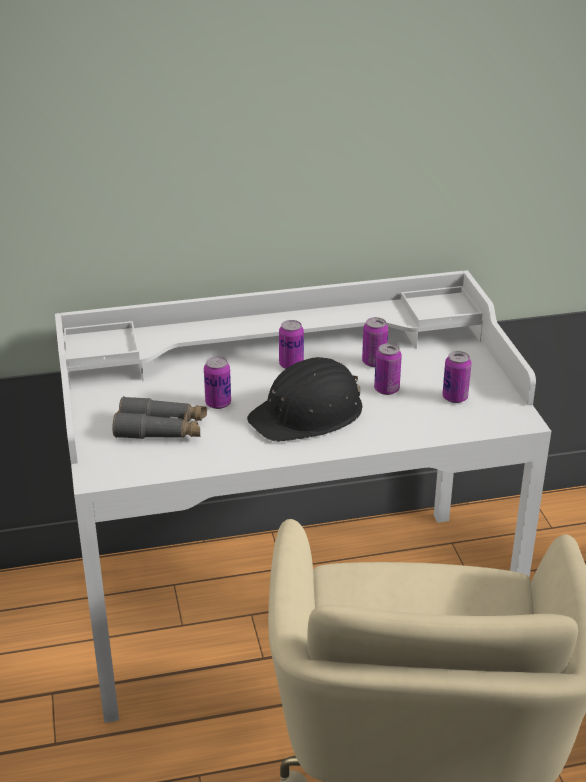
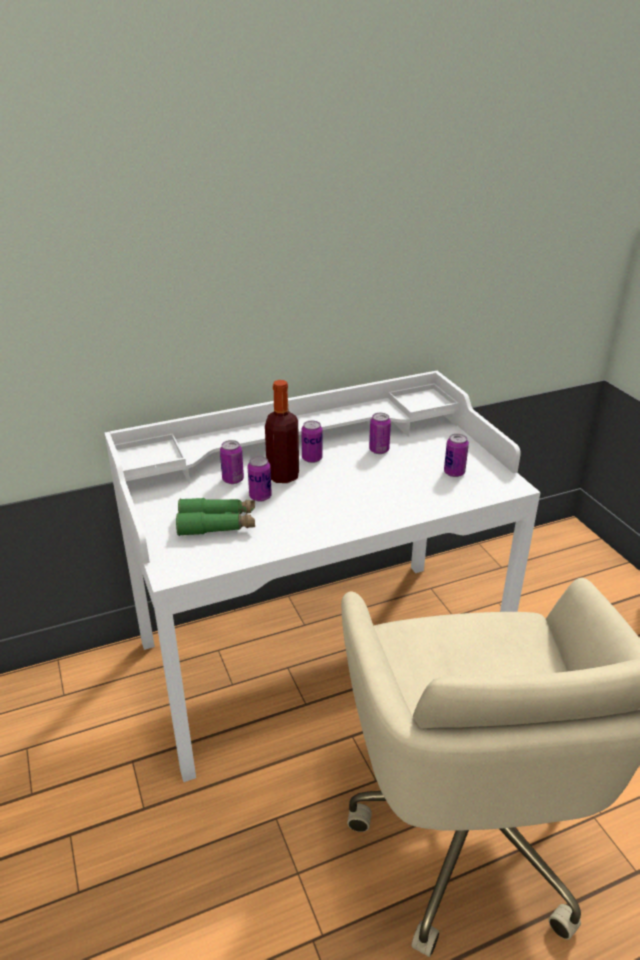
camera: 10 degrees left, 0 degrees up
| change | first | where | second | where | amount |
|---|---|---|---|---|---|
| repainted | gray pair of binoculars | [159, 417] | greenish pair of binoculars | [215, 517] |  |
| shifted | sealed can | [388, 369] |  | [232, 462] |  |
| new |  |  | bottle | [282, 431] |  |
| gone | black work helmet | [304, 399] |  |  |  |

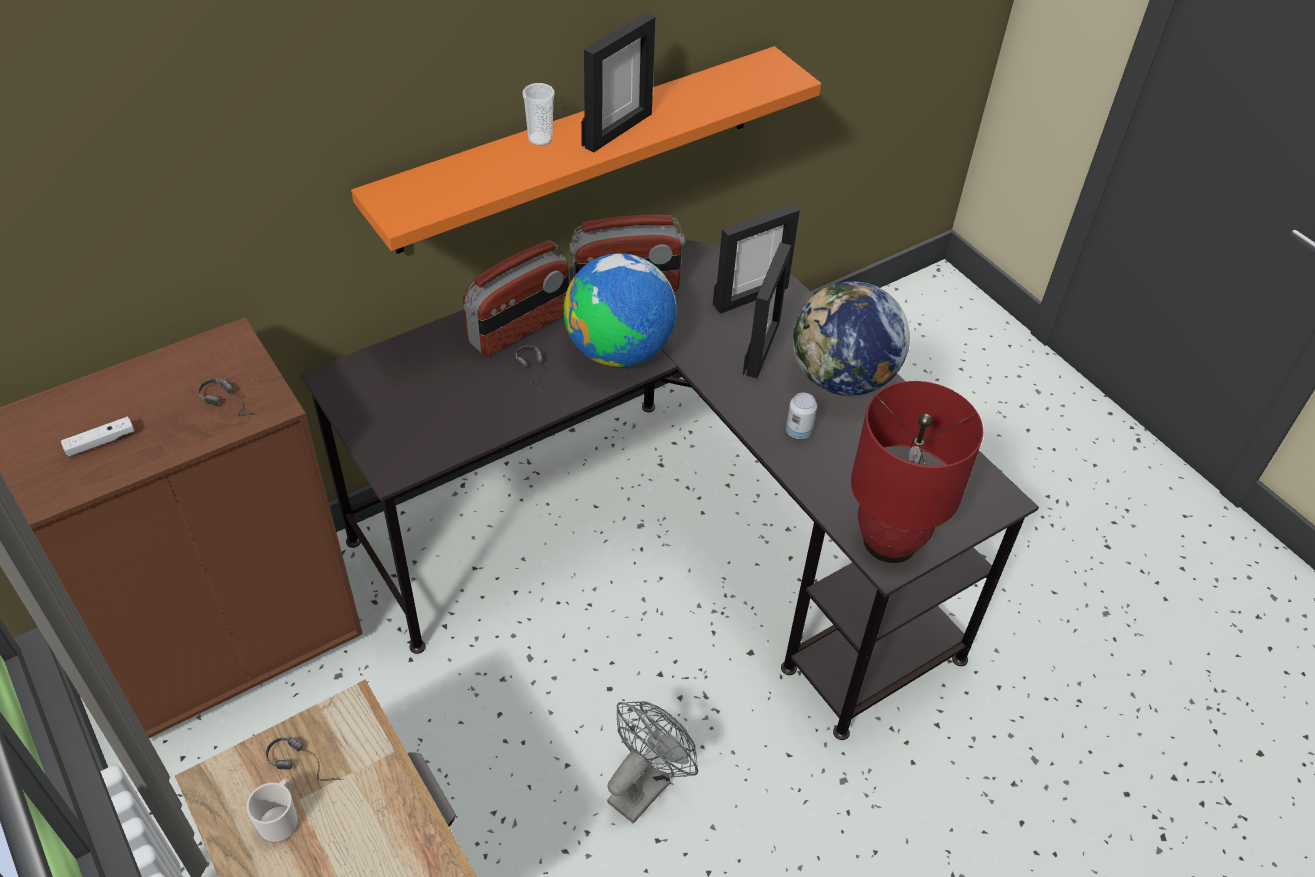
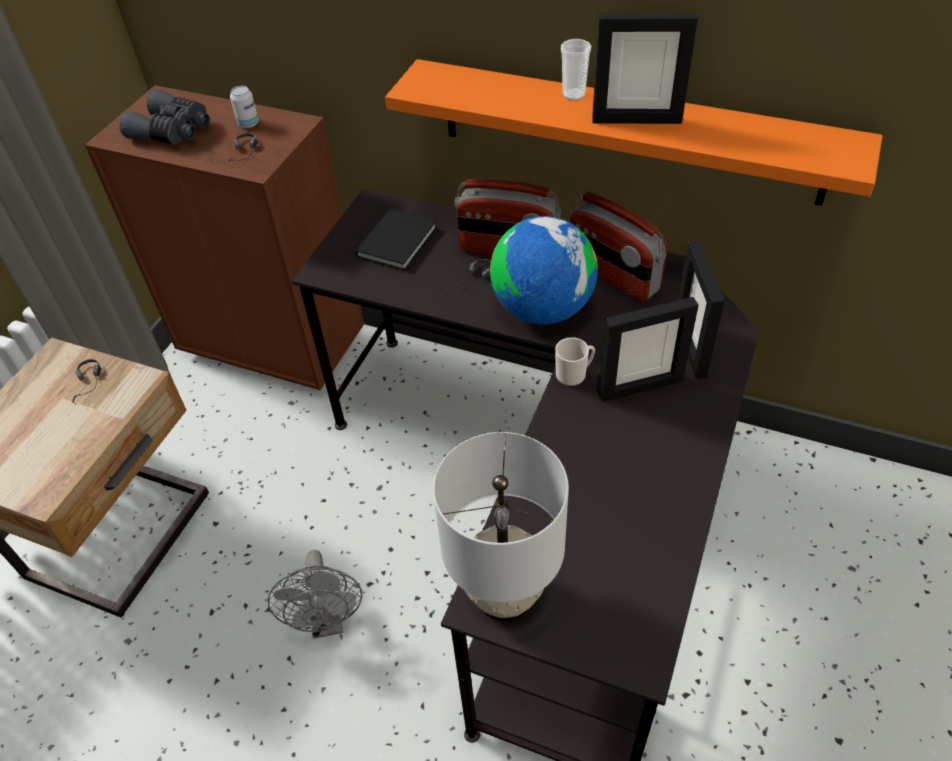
camera: 60 degrees right, 0 degrees up
| change | first | where | second | where | amount |
|---|---|---|---|---|---|
| swapped | whitish game controller | [97, 436] | gray pair of binoculars | [165, 117] |  |
| shifted | sealed can | [801, 416] |  | [244, 107] |  |
| rotated | gray electric fan | [652, 762] |  | [315, 594] | 75 degrees clockwise |
| new |  |  | black bound book | [396, 240] |  |
| repainted | reddish table lamp | [917, 472] | whitish table lamp | [501, 526] |  |
| shifted | tea mug | [272, 810] |  | [575, 361] |  |
| rotated | photo frame | [756, 259] |  | [701, 310] | 60 degrees clockwise |
| gone | world globe | [851, 338] |  |  |  |

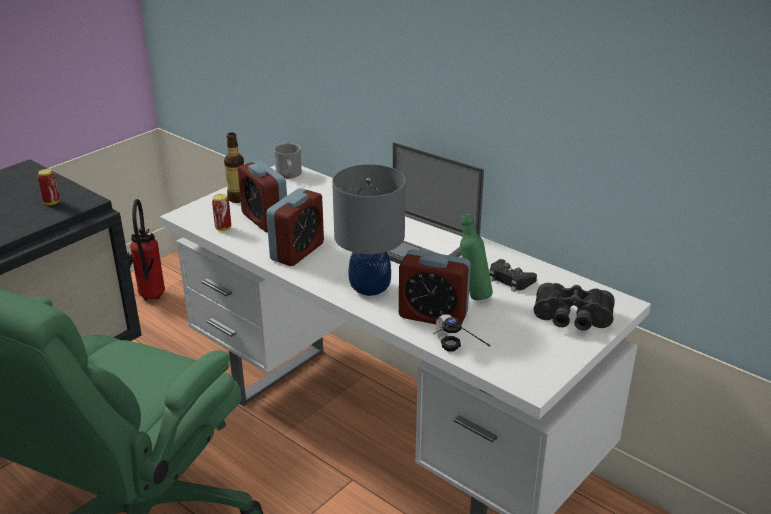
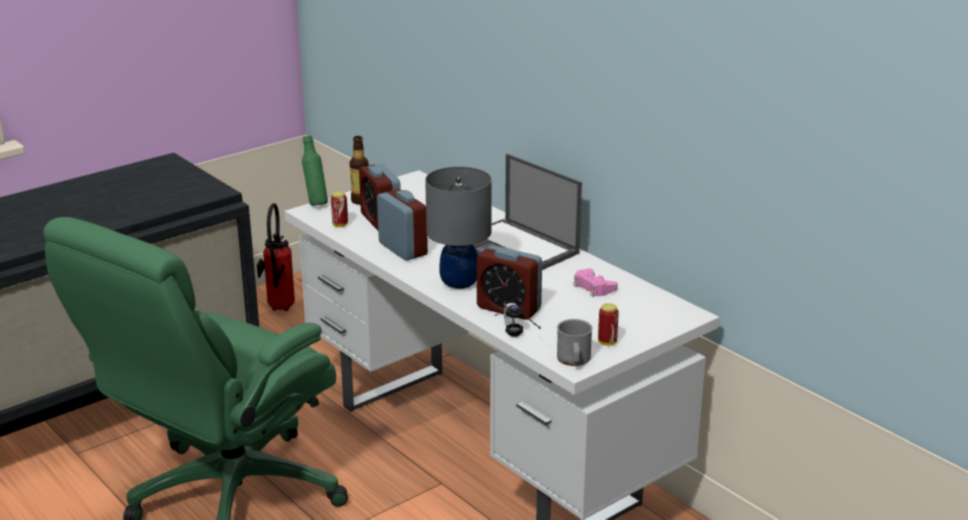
camera: 10 degrees right, 5 degrees down
| change | first | where | second | where | amount |
|---|---|---|---|---|---|
| shifted | greenish bottle | [476, 257] |  | [315, 171] |  |
| rotated | alarm clock | [295, 227] |  | [402, 224] | 75 degrees counterclockwise |
| shifted | gray tea mug | [288, 160] |  | [575, 342] |  |
| repainted | black game controller | [513, 275] | pink-coloured game controller | [595, 282] |  |
| shifted | sealed can | [48, 187] |  | [608, 324] |  |
| gone | black pair of binoculars | [574, 307] |  |  |  |

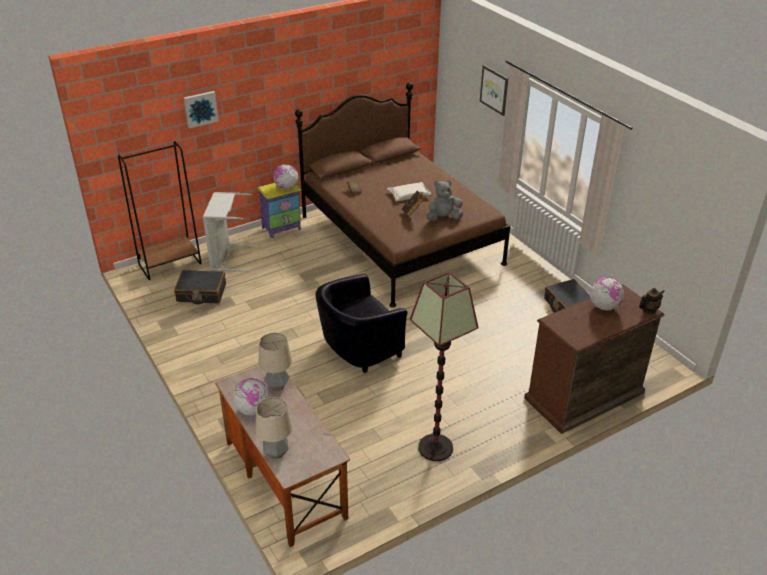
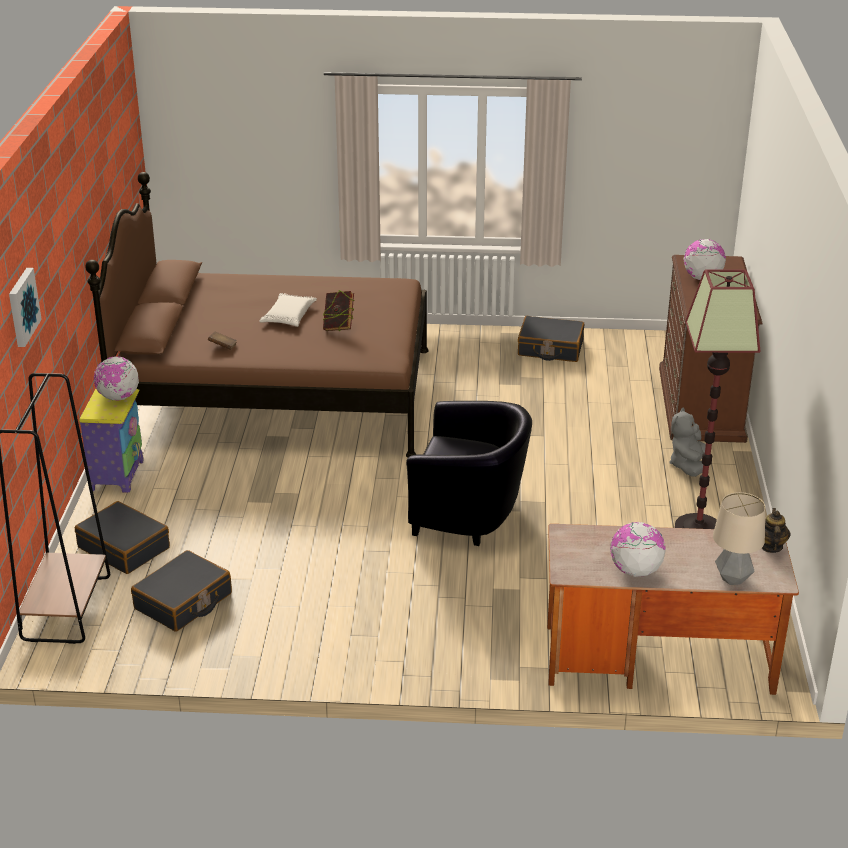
camera: 55 degrees left, 5 degrees down
| change | first | where | second | where | amount |
|---|---|---|---|---|---|
| swapped | gray washing basket | [230, 231] | black travel case | [122, 537] |  |
| rotated | black easy chair | [361, 323] |  | [469, 473] | 75 degrees counterclockwise |
| shifted | gray plush toy | [444, 200] |  | [687, 442] |  |
| shifted | tea pot | [652, 301] |  | [776, 530] |  |
| gone | table lamp | [275, 362] |  |  |  |
| gone | wall picture | [494, 90] |  |  |  |

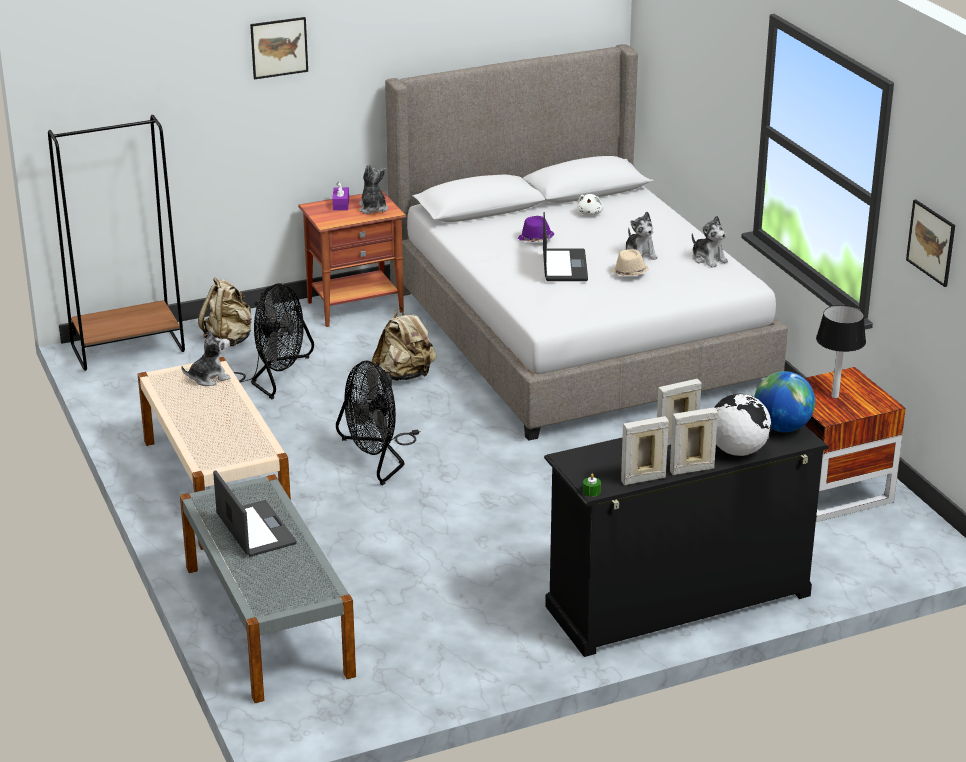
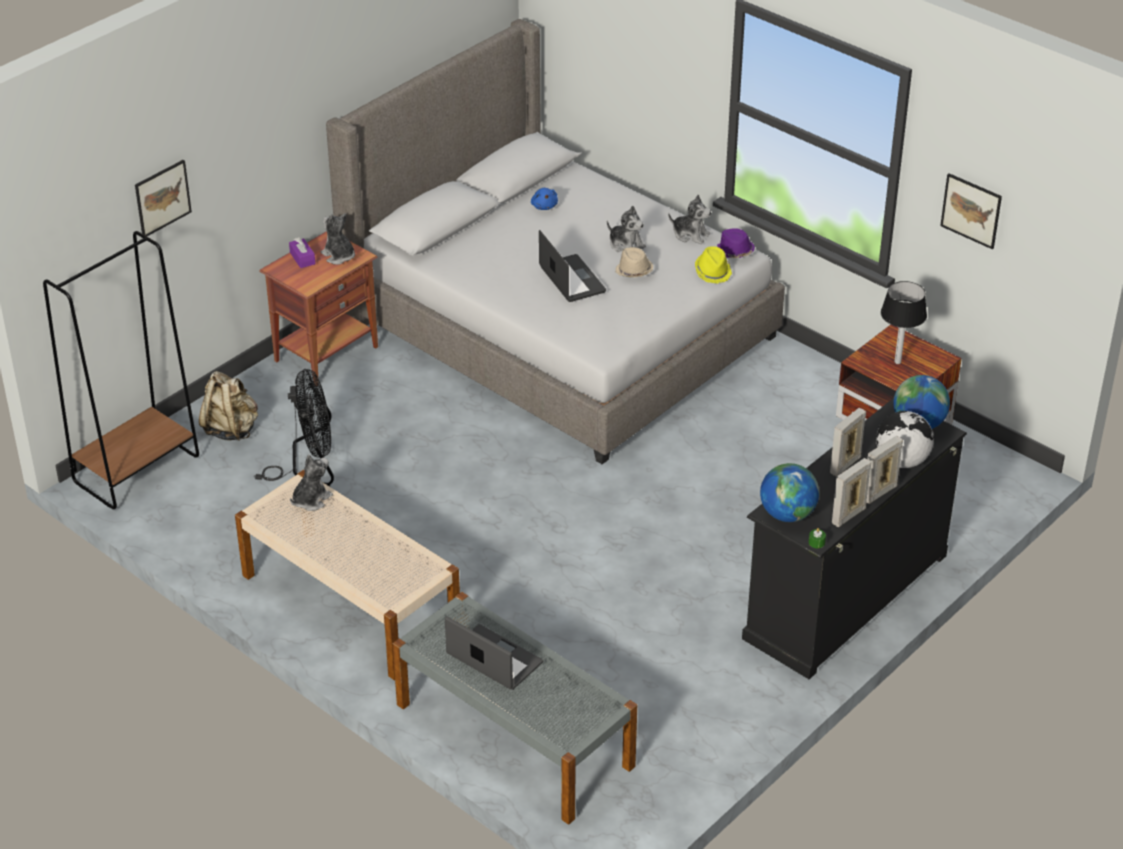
camera: 25 degrees left, 10 degrees up
| change | first | where | second | where | amount |
|---|---|---|---|---|---|
| shifted | wall picture | [279, 48] |  | [163, 198] |  |
| repainted | whitish plush toy | [590, 205] | blue plush toy | [544, 199] |  |
| new |  |  | yellow wearable hat | [713, 265] |  |
| shifted | purplish wearable hat | [536, 229] |  | [736, 243] |  |
| new |  |  | world globe | [789, 492] |  |
| gone | black electric fan | [378, 423] |  |  |  |
| gone | beige-coloured rucksack | [404, 344] |  |  |  |

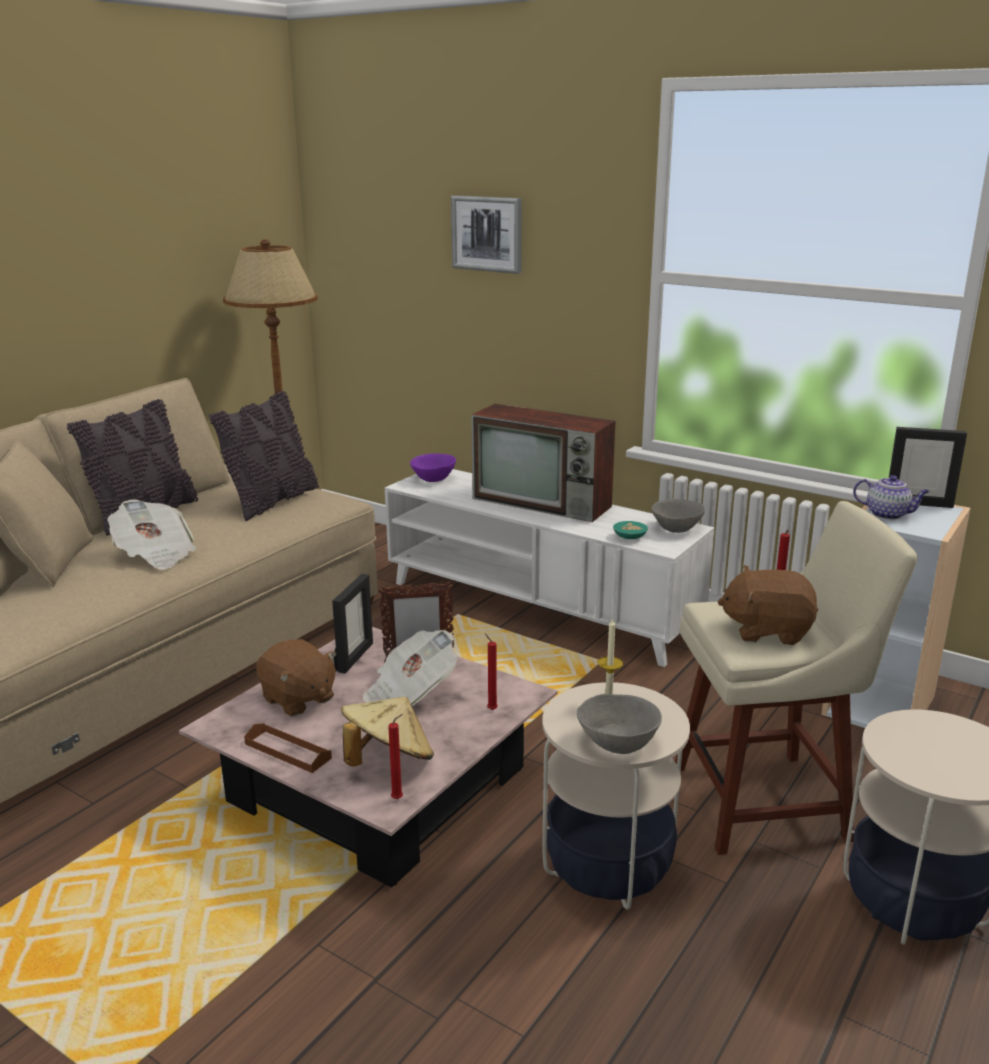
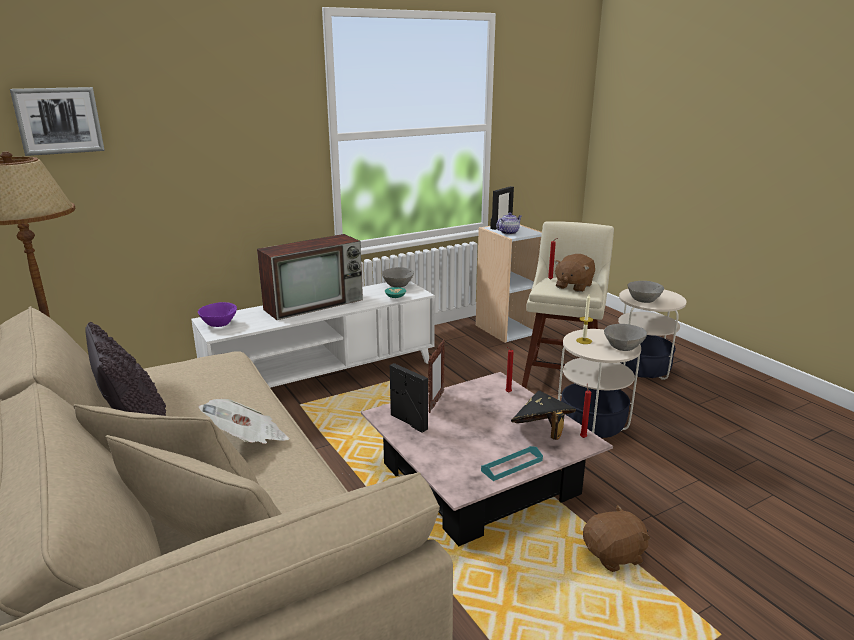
camera: 65 degrees left, 0 degrees up
| change | first | where | second | where | amount |
|---|---|---|---|---|---|
| shifted | wall picture | [486, 234] |  | [57, 121] |  |
| repainted | brown-coloured carrying tray | [288, 748] | blue-green carrying tray | [512, 463] |  |
| repainted | beige-coloured wearable hat | [387, 732] | black wearable hat | [543, 415] |  |
| shifted | brown-coloured plush toy | [296, 678] |  | [616, 538] |  |
| new |  |  | gray deep dish | [645, 292] |  |
| gone | black pillow | [264, 456] |  |  |  |
| gone | printed paper | [409, 668] |  |  |  |

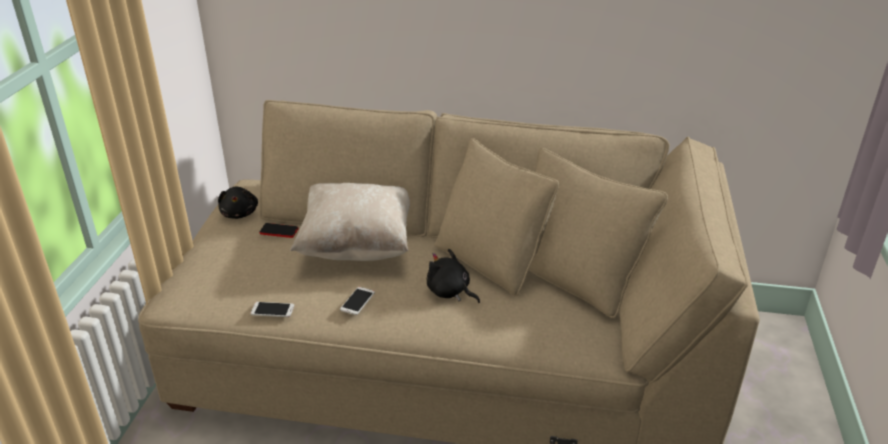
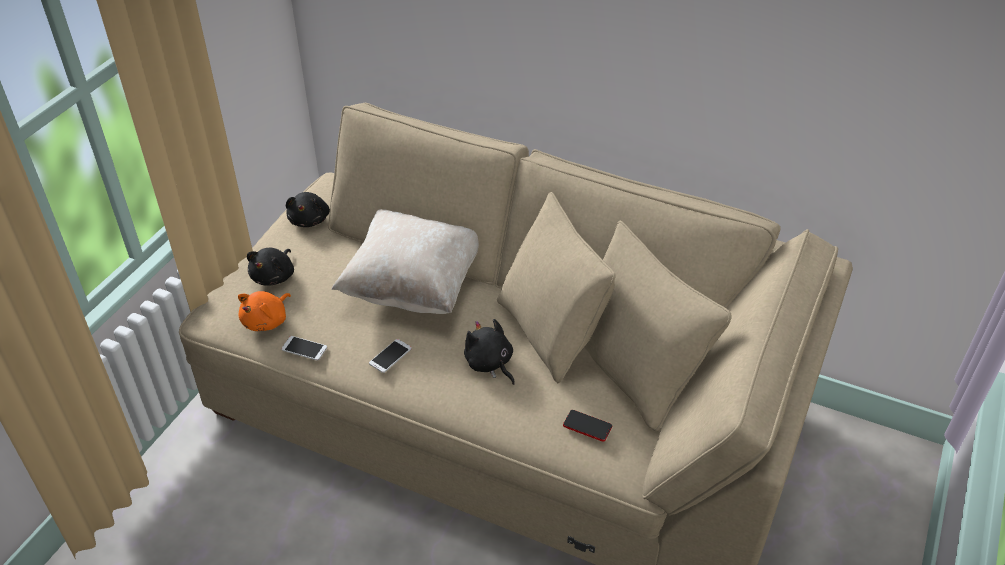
camera: 15 degrees right, 10 degrees up
| change | first | where | second | where | amount |
|---|---|---|---|---|---|
| new |  |  | orange plush toy | [264, 311] |  |
| new |  |  | black plush toy | [270, 267] |  |
| shifted | telephone | [279, 230] |  | [587, 426] |  |

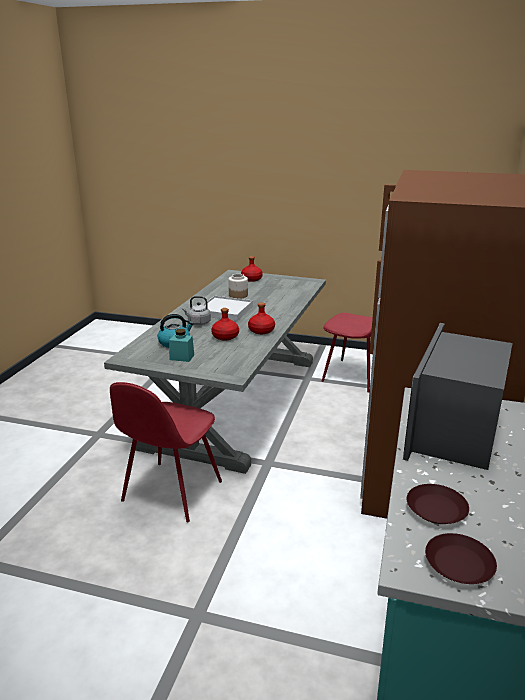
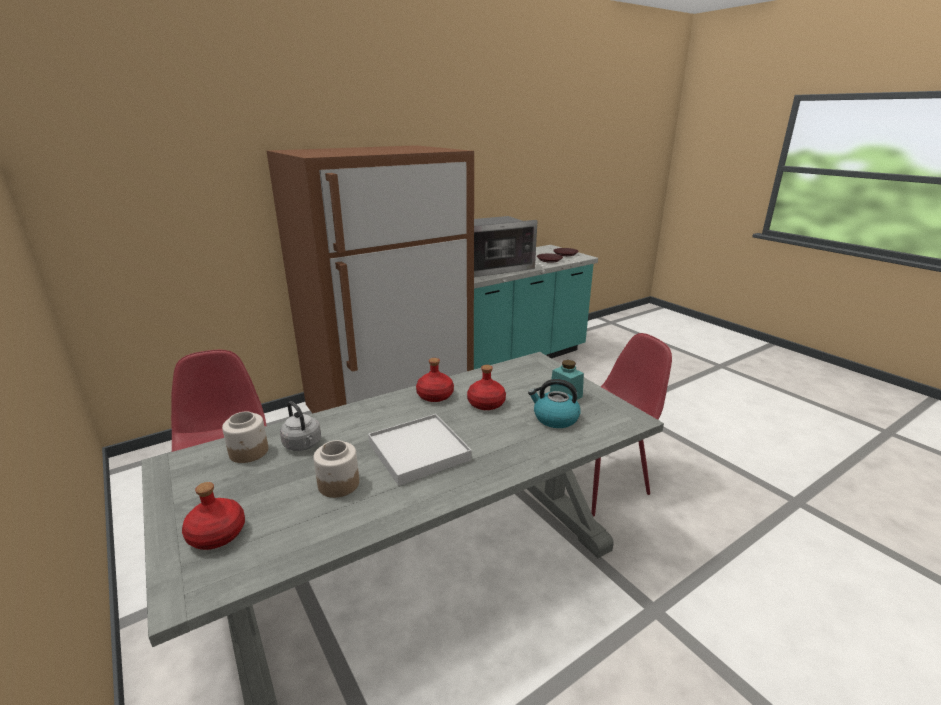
camera: 140 degrees left, 0 degrees up
| change | first | where | second | where | amount |
|---|---|---|---|---|---|
| new |  |  | preserve jar | [245, 437] |  |
| shifted | gray water kettle | [196, 310] |  | [300, 426] |  |

